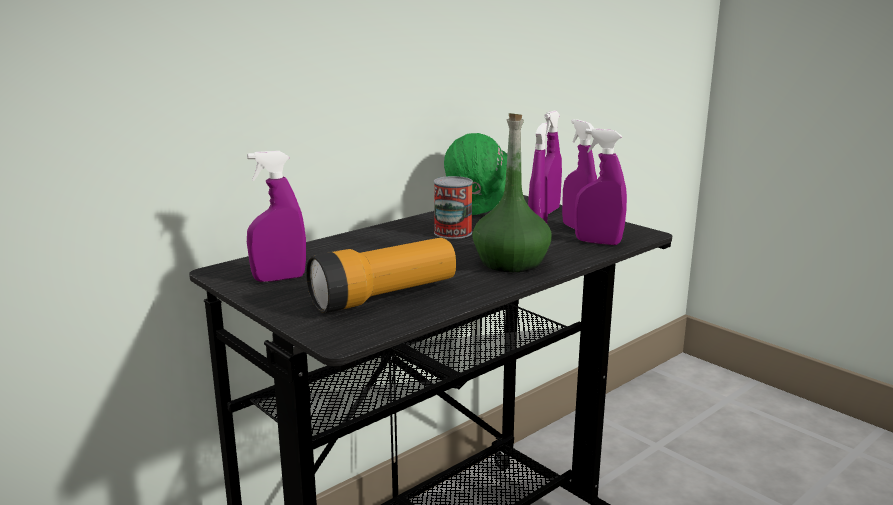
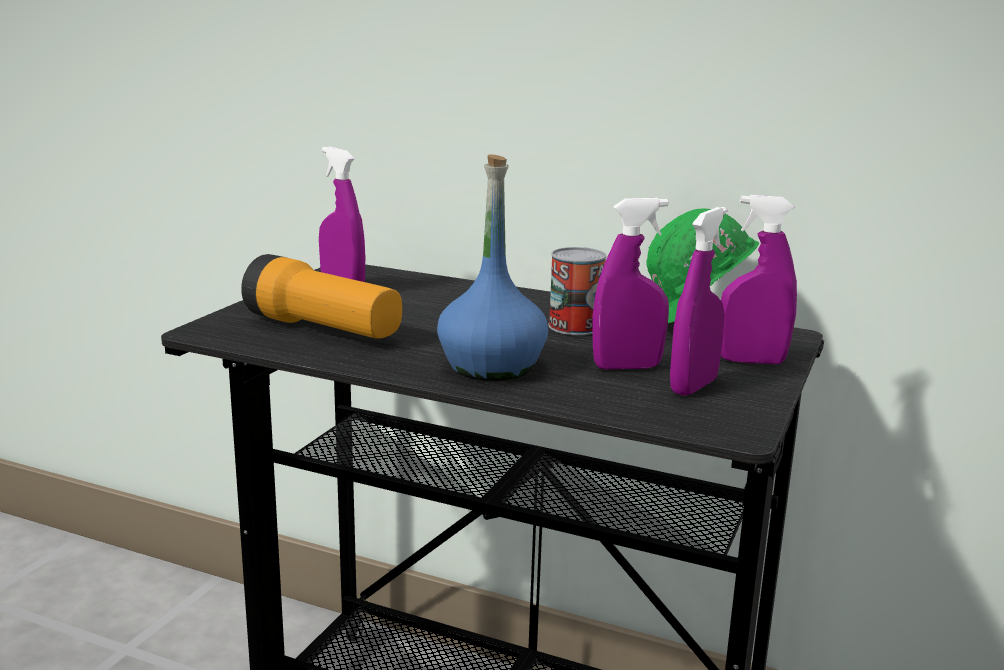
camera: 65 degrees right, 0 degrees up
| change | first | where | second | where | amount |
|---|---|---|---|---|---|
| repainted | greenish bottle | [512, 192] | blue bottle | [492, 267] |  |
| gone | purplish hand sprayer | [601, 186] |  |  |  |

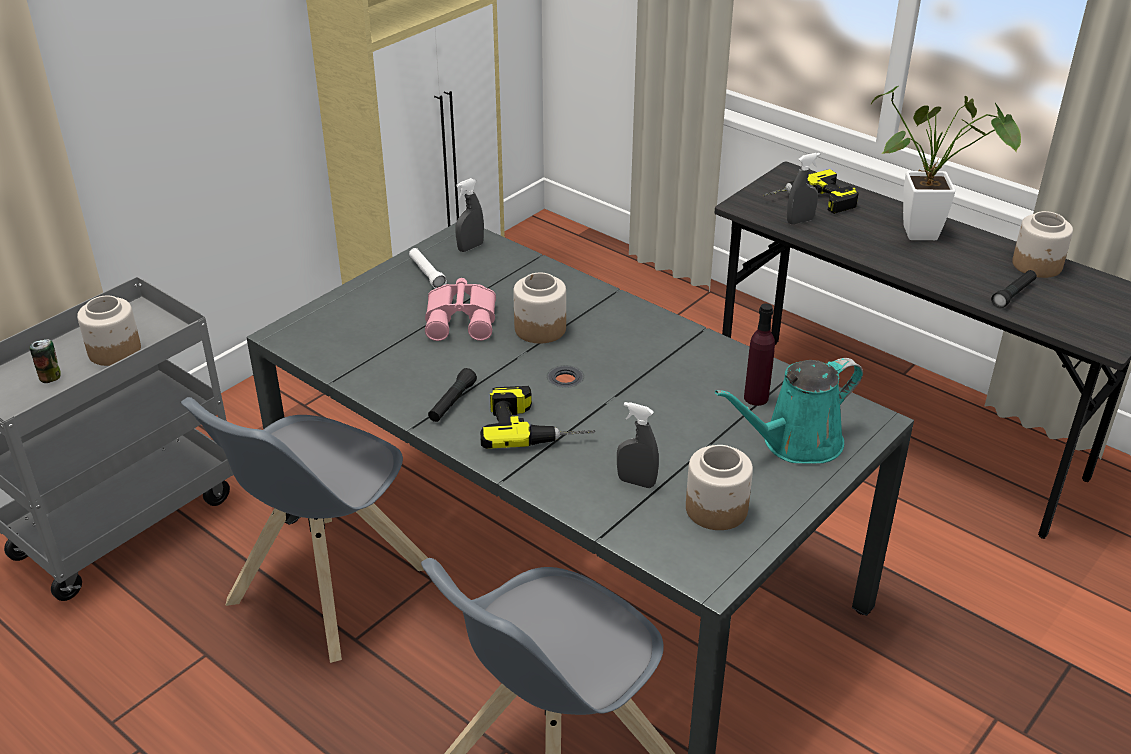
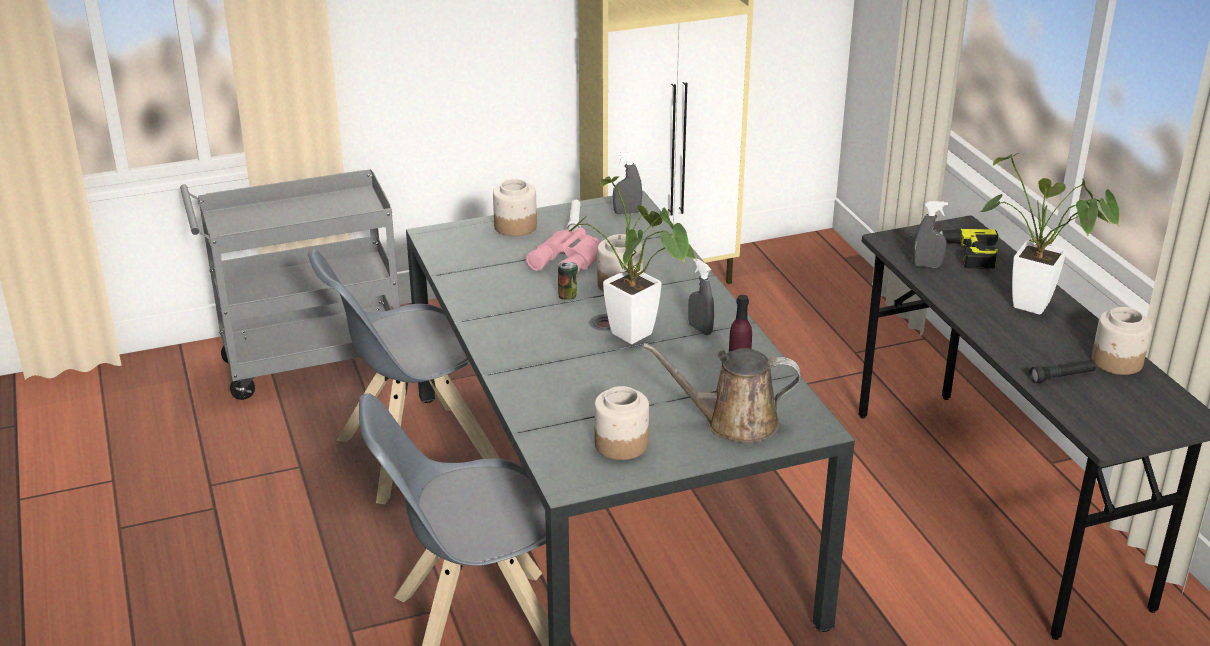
camera: 30 degrees right, 5 degrees down
| change | first | where | second | where | amount |
|---|---|---|---|---|---|
| shifted | preserve jar | [109, 331] |  | [515, 207] |  |
| shifted | sealed can | [45, 361] |  | [568, 281] |  |
| new |  |  | potted plant | [633, 260] |  |
| repainted | blue-green sprinkling can | [789, 411] | brown-coloured sprinkling can | [721, 393] |  |
| shifted | gray hand sprayer | [638, 445] |  | [701, 297] |  |
| gone | black torch | [452, 395] |  |  |  |
| gone | power drill | [538, 417] |  |  |  |

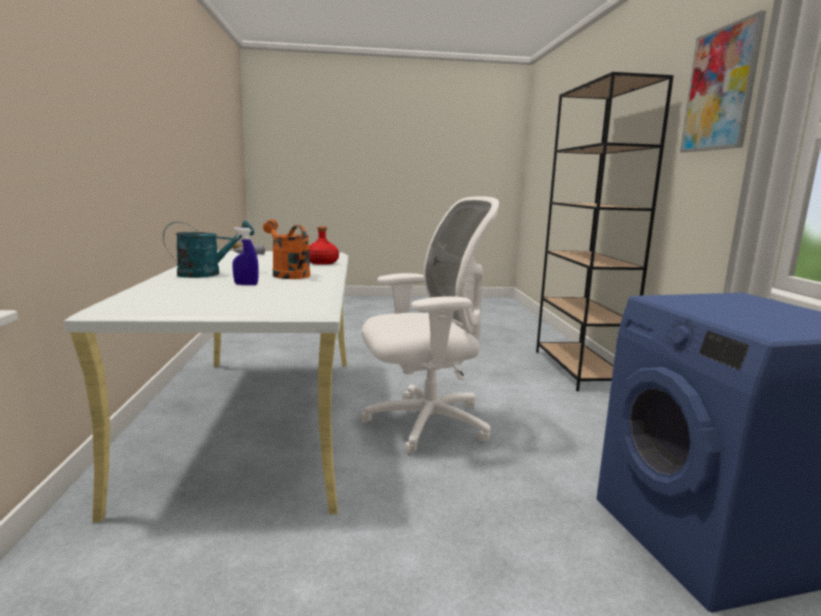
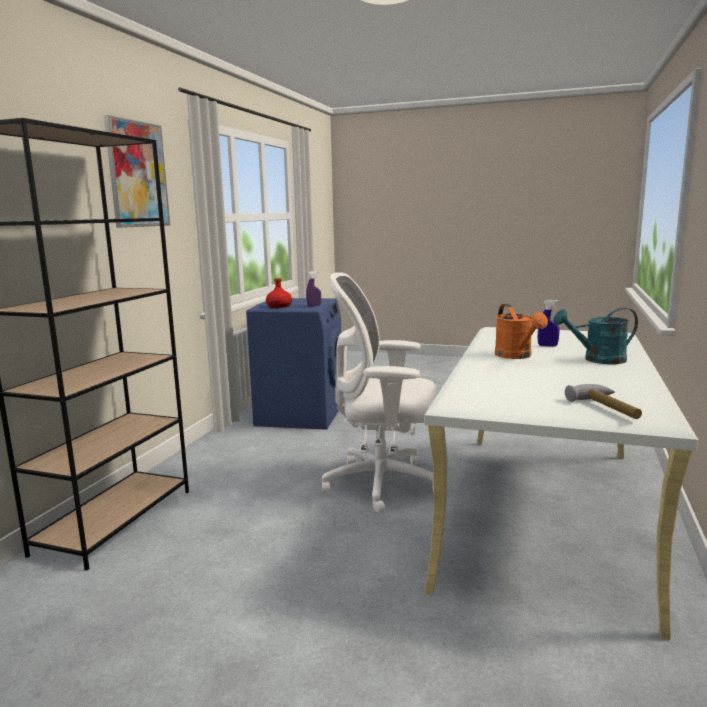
camera: 155 degrees left, 0 degrees up
| change | first | where | second | where | amount |
|---|---|---|---|---|---|
| shifted | reddish bottle | [324, 245] |  | [279, 293] |  |
| new |  |  | purplish hand sprayer | [313, 288] |  |

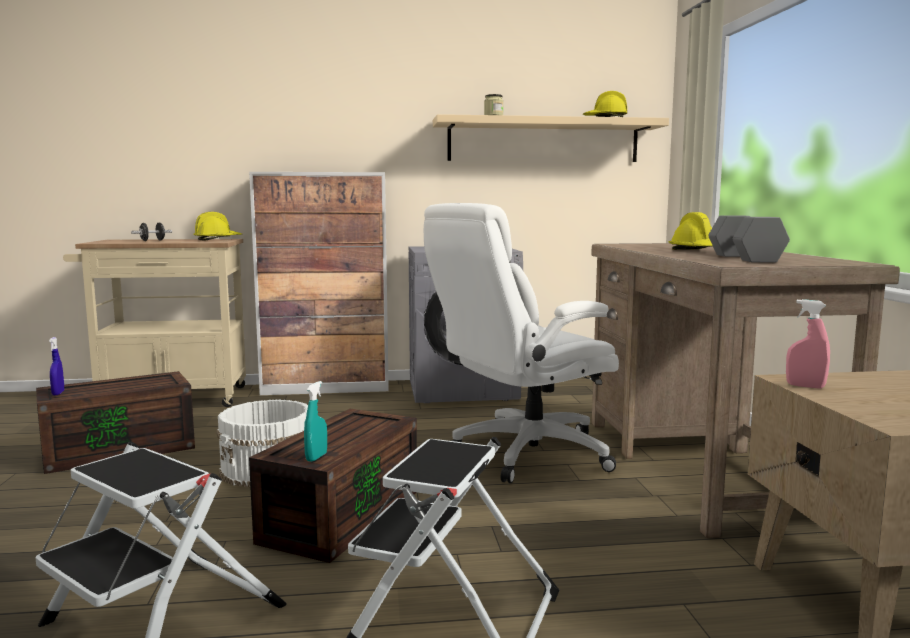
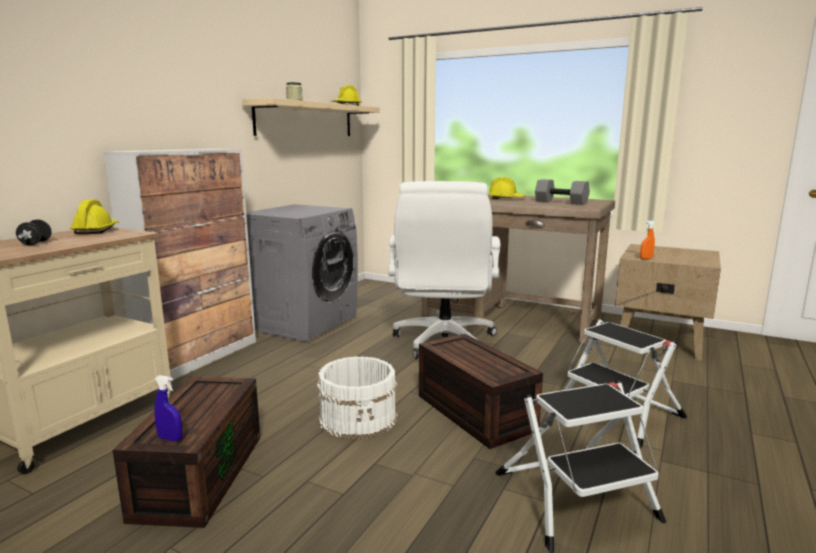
camera: 55 degrees left, 5 degrees up
| change | first | where | second | where | amount |
|---|---|---|---|---|---|
| repainted | pink-coloured hand sprayer | [808, 344] | orange hand sprayer | [647, 239] |  |
| gone | blue-green hand sprayer | [315, 421] |  |  |  |

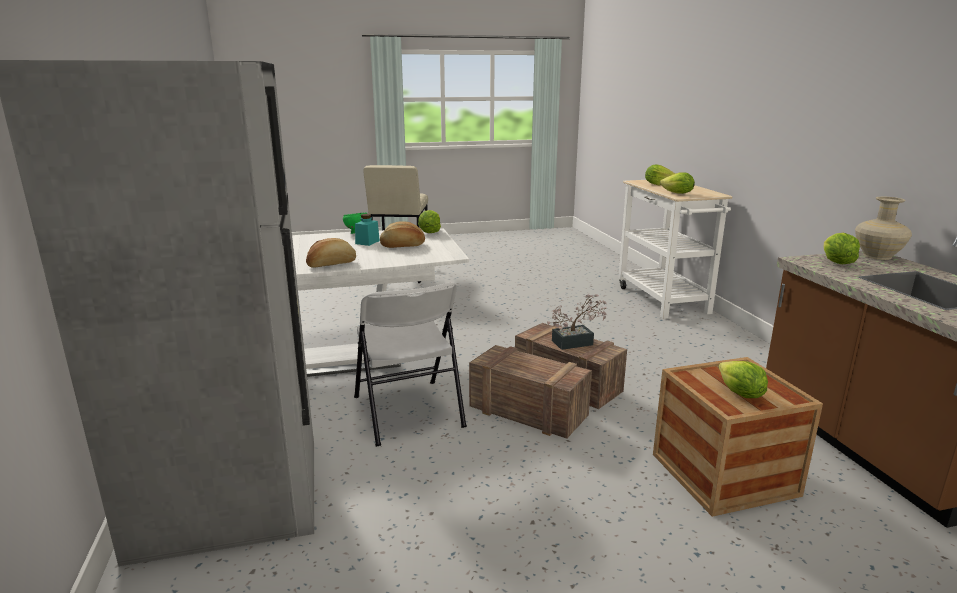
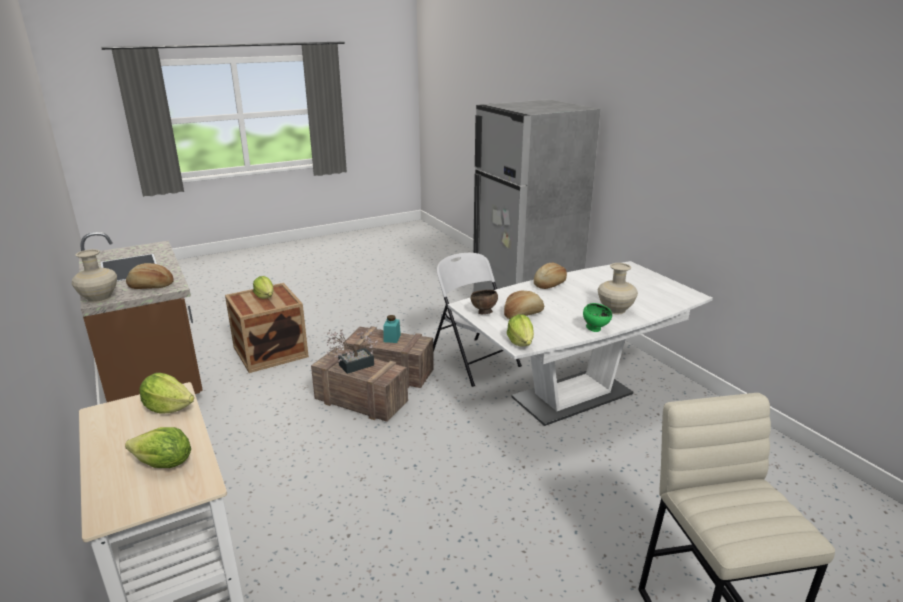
camera: 165 degrees right, 5 degrees up
| change | first | where | second | where | amount |
|---|---|---|---|---|---|
| swapped | lettuce | [841, 248] | baked bread | [150, 276] |  |
| shifted | blue-green preserve jar | [367, 230] |  | [392, 329] |  |
| new |  |  | brown-coloured deep dish | [484, 302] |  |
| new |  |  | beige-coloured decorative vase | [618, 288] |  |

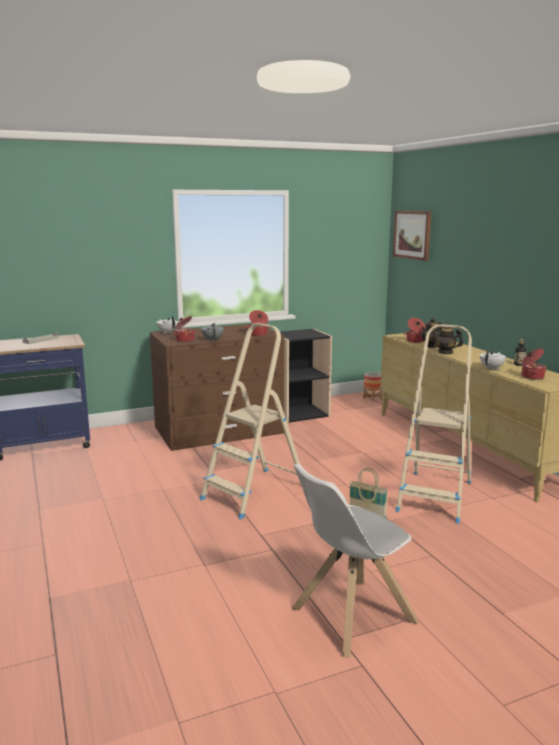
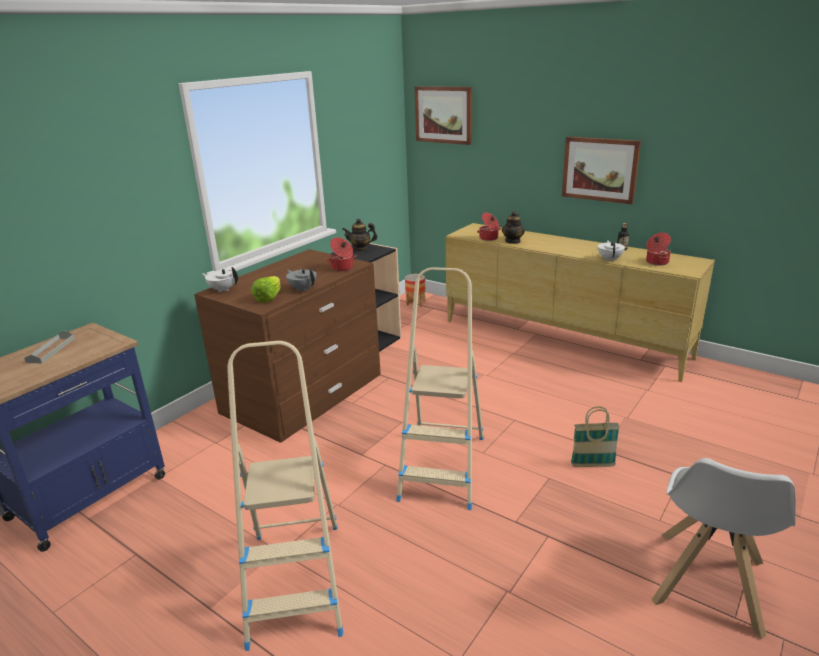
camera: 30 degrees left, 10 degrees up
| change | first | where | second | where | amount |
|---|---|---|---|---|---|
| shifted | beige-coloured stepladder | [434, 424] |  | [285, 496] |  |
| swapped | stockpot | [185, 329] | lettuce | [266, 289] |  |
| shifted | tea pot | [447, 338] |  | [359, 235] |  |
| new |  |  | wall picture | [601, 170] |  |

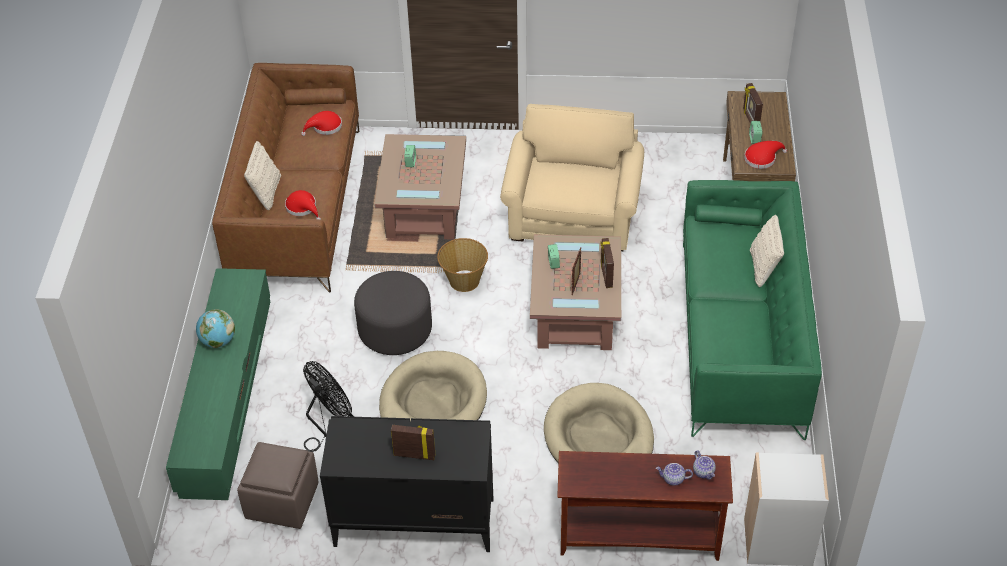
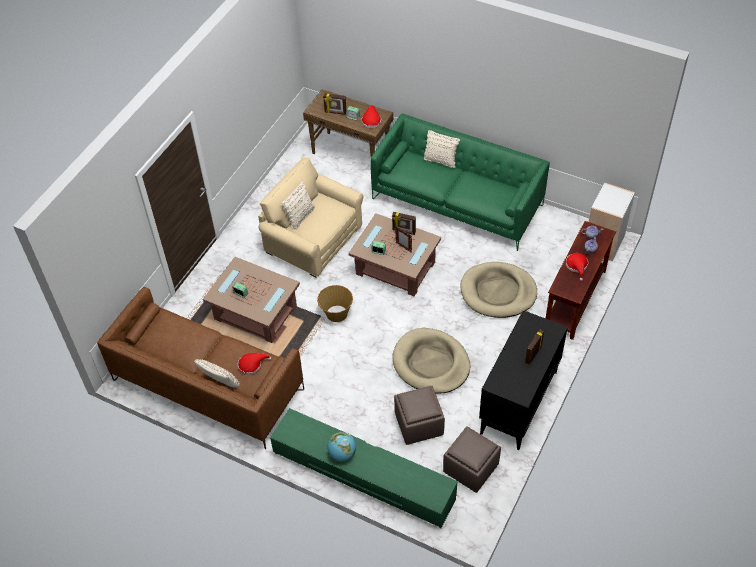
camera: 65 degrees left, 5 degrees up
| change | first | where | second | where | amount |
|---|---|---|---|---|---|
| new |  |  | beige-coloured pillow | [298, 205] |  |
| swapped | black electric fan | [328, 406] | brown-coloured pouffe | [419, 415] |  |
| shifted | reddish wearable hat | [321, 123] |  | [576, 267] |  |
| gone | gray pouffe | [393, 313] |  |  |  |

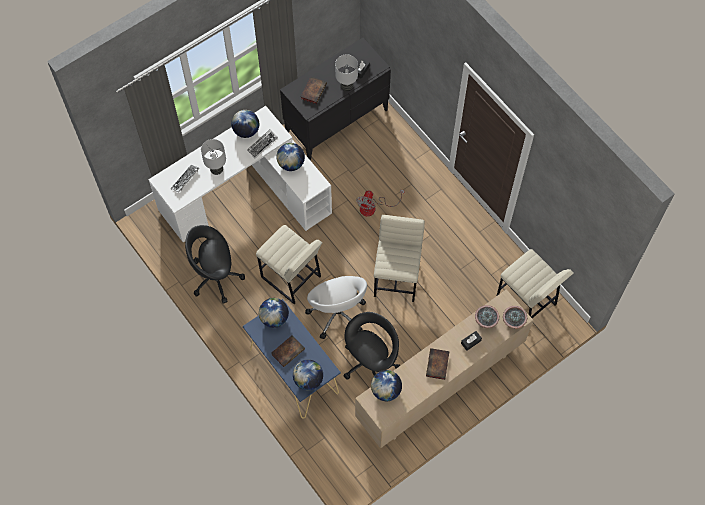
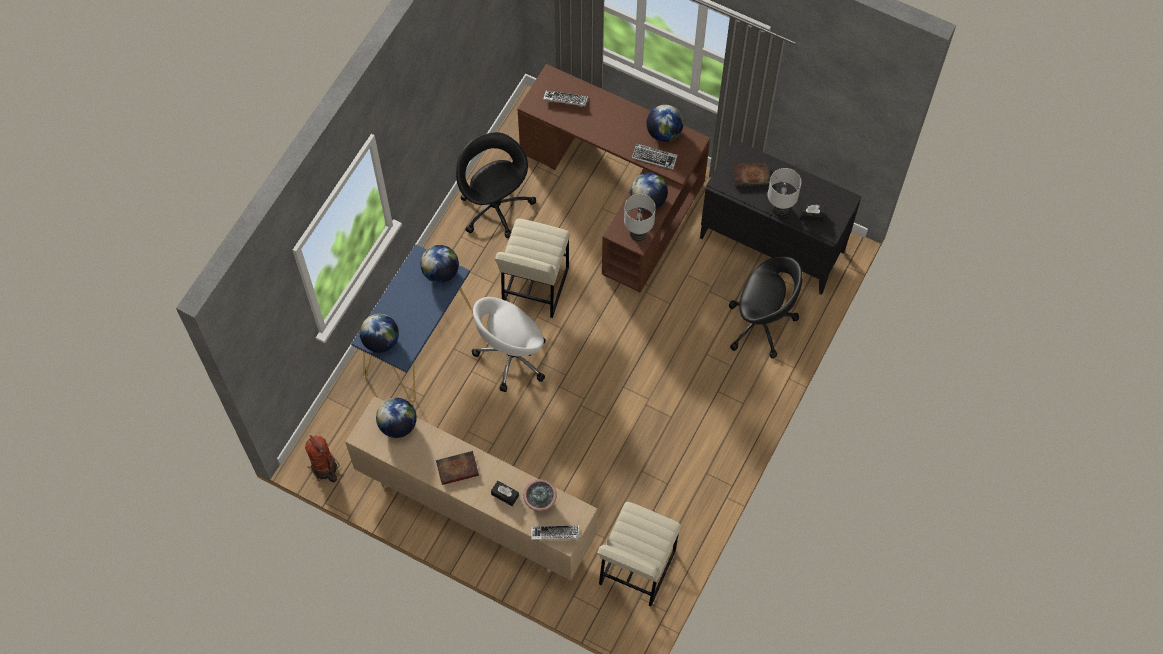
camera: 65 degrees right, 0 degrees up
| change | first | where | second | where | amount |
|---|---|---|---|---|---|
| new |  |  | fire extinguisher | [322, 458] |  |
| repainted | whitish desk unit | [240, 174] | brown-coloured desk unit | [613, 178] |  |
| swapped | potted plant | [515, 317] | PC keyboard | [555, 533] |  |
| shifted | gray table lamp | [213, 157] |  | [640, 217] |  |
| shifted | black office chair | [372, 346] |  | [766, 307] |  |
| gone | bound book | [288, 351] |  |  |  |
| gone | electric fan | [380, 203] |  |  |  |
| gone | beige-coloured upright chair | [399, 258] |  |  |  |

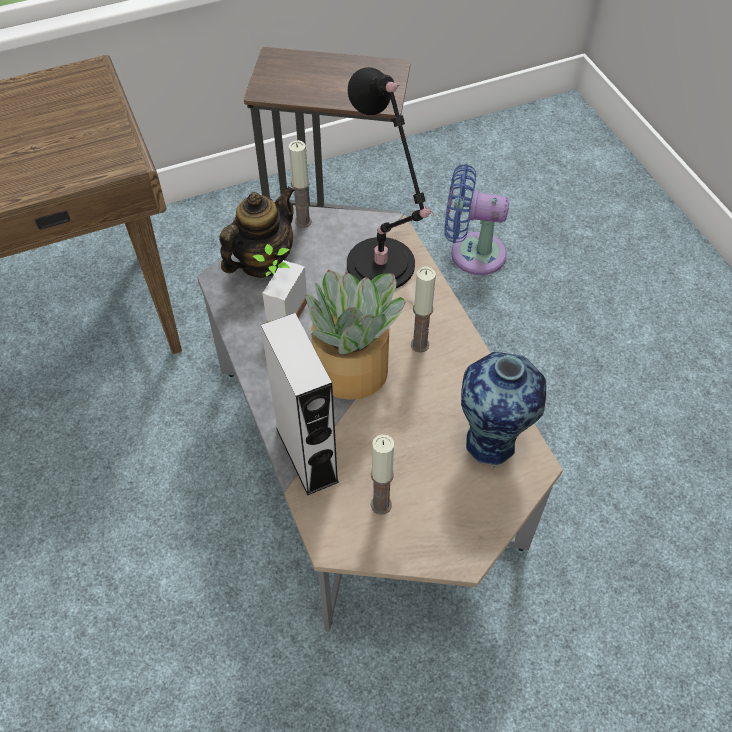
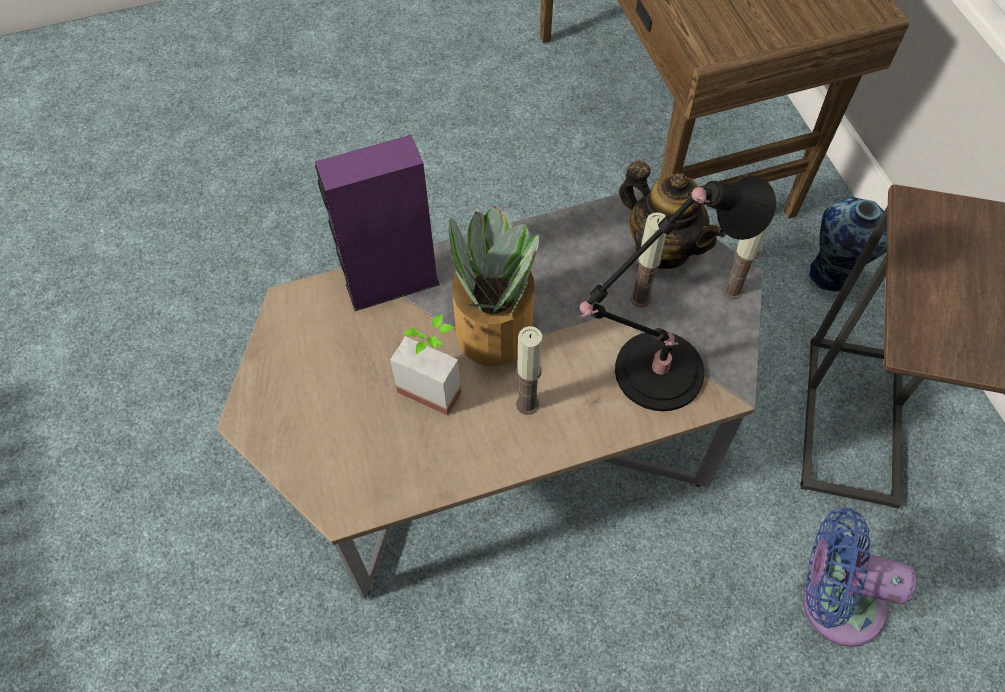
camera: 95 degrees right, 5 degrees up
| change | first | where | second | where | amount |
|---|---|---|---|---|---|
| repainted | gray speaker | [300, 404] | purplish speaker | [377, 223] |  |
| shifted | potted plant | [280, 283] |  | [425, 365] |  |
| shifted | wax light | [382, 474] |  | [648, 259] |  |
| rotated | blue electric fan | [476, 219] |  | [860, 577] | 90 degrees counterclockwise |
| shifted | decorative vase | [503, 409] |  | [847, 244] |  |

